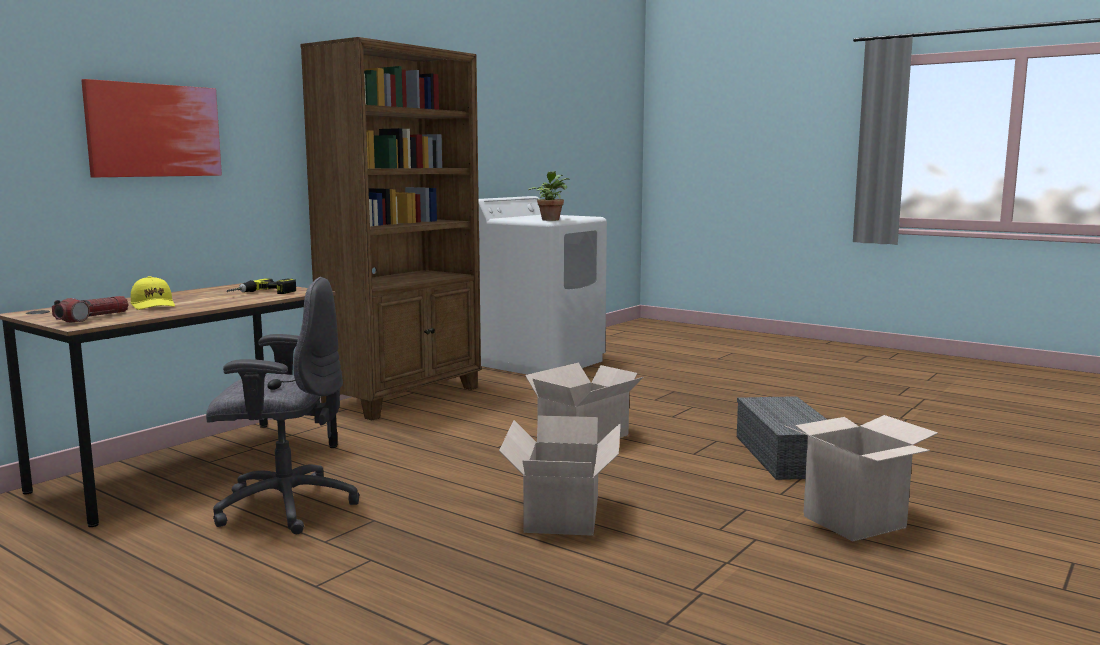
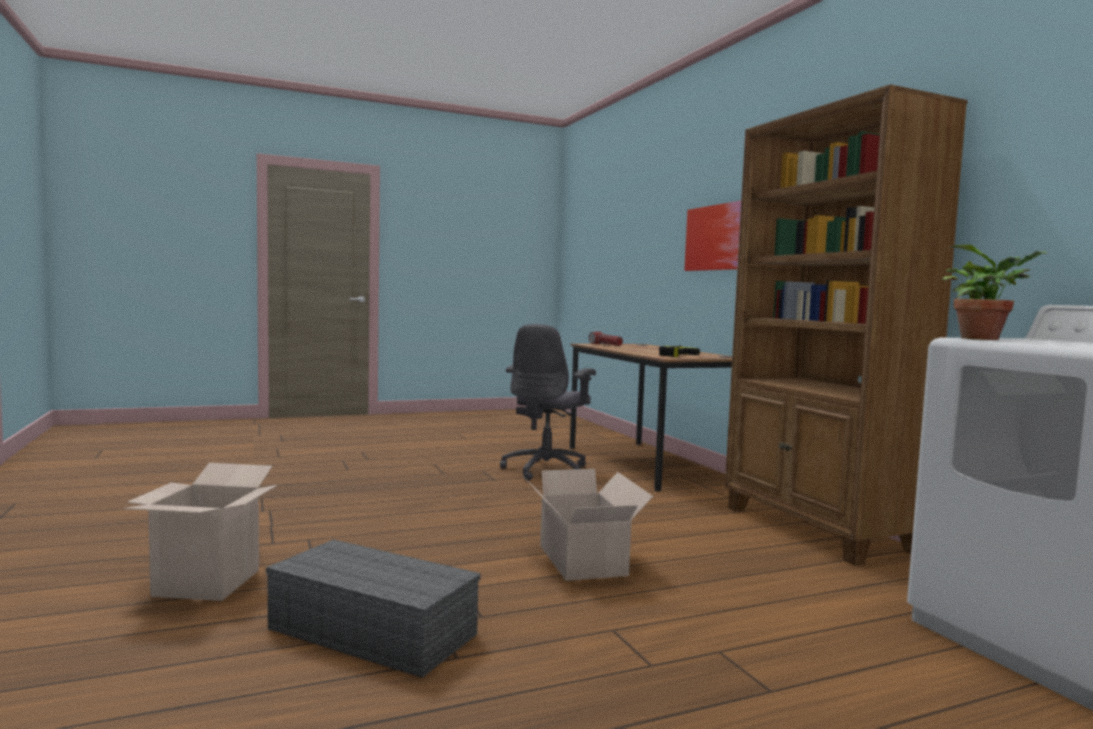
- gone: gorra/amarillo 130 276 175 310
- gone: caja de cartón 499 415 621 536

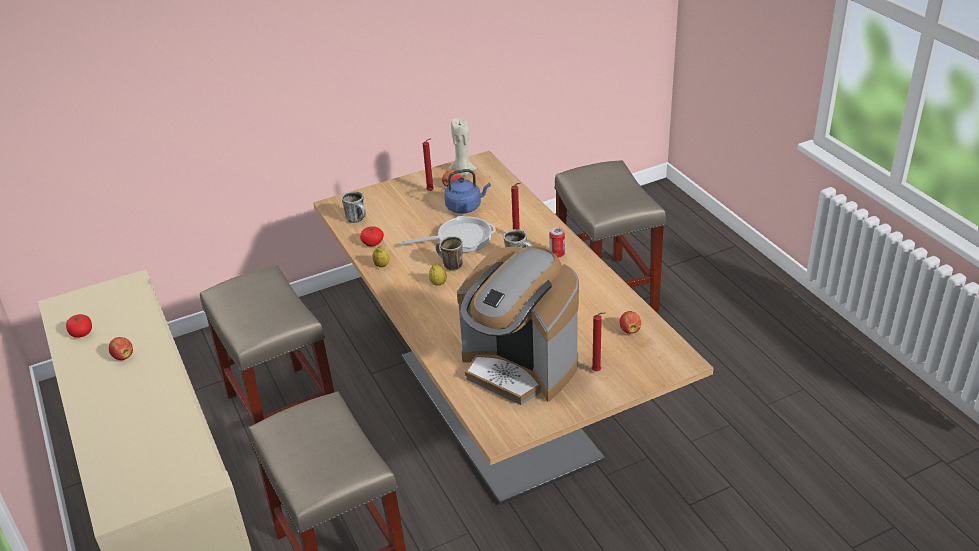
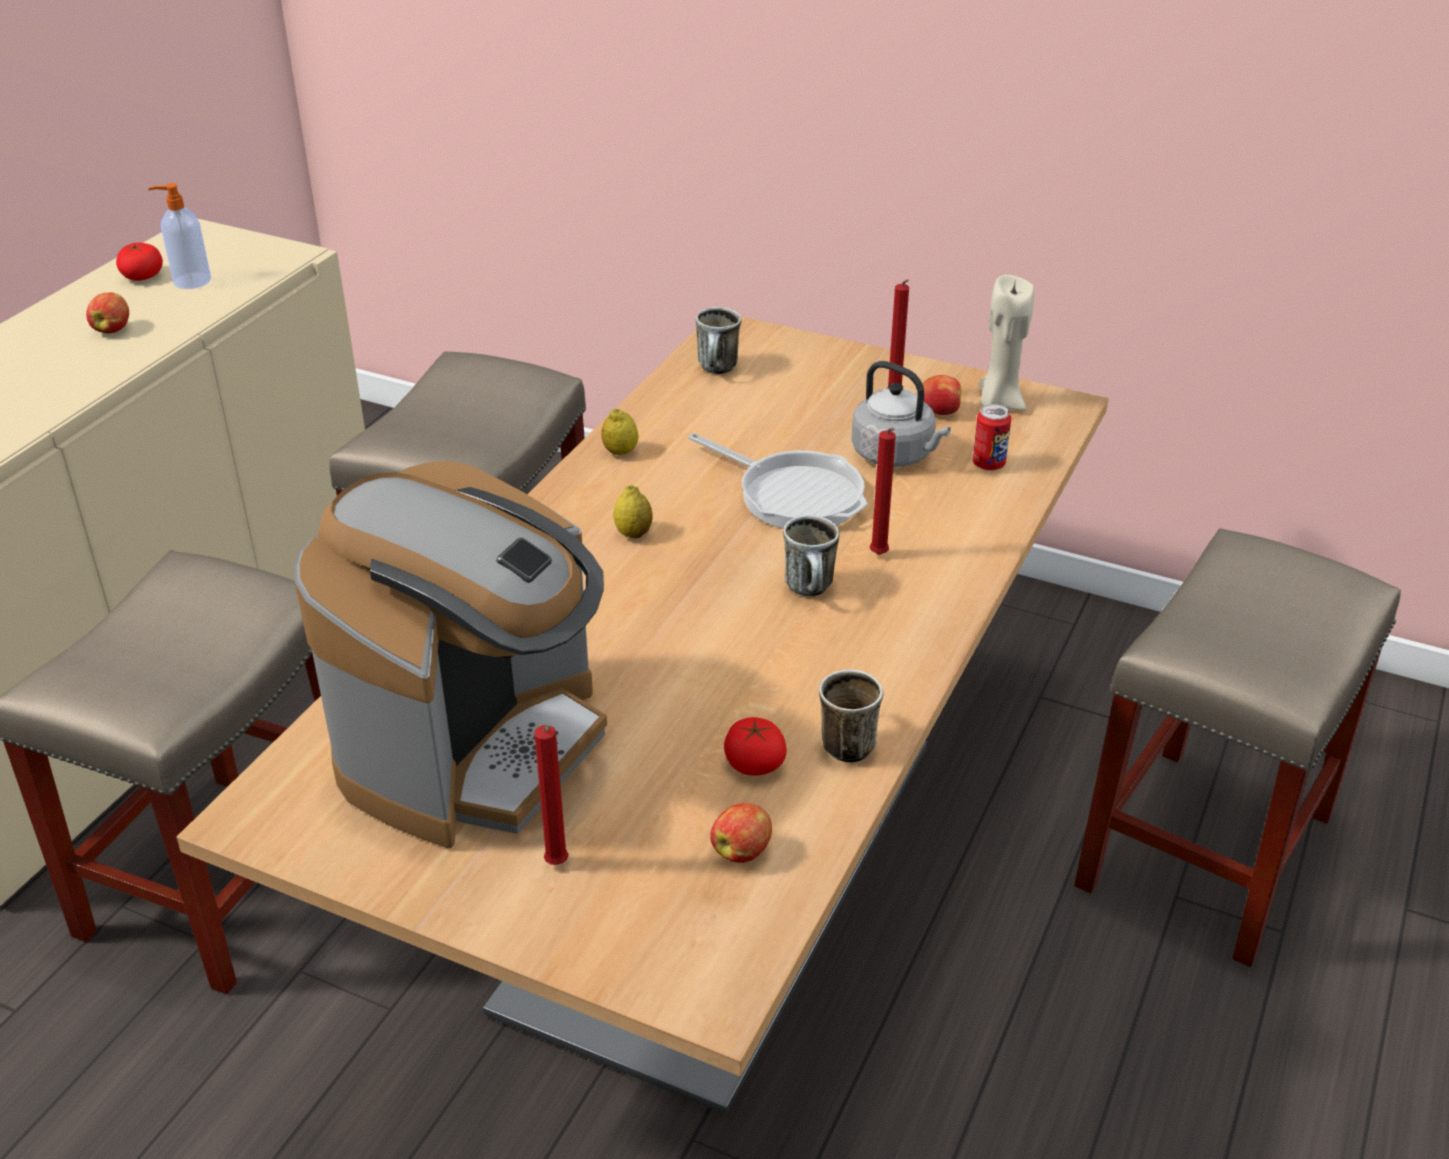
- new: dispensador de jabón 148 183 211 289
- shifted: tomate 360 226 384 246 to 724 717 787 776
- shifted: taza grande 436 236 463 271 to 819 670 883 763
- shifted: lata 549 227 565 258 to 973 404 1011 471
- repainted: hervidor/azul 444 169 491 214 to hervidor/gris 851 361 951 467
- rotated: cafetera 457 246 579 405 = 294 461 607 848 150 degrees counterclockwise

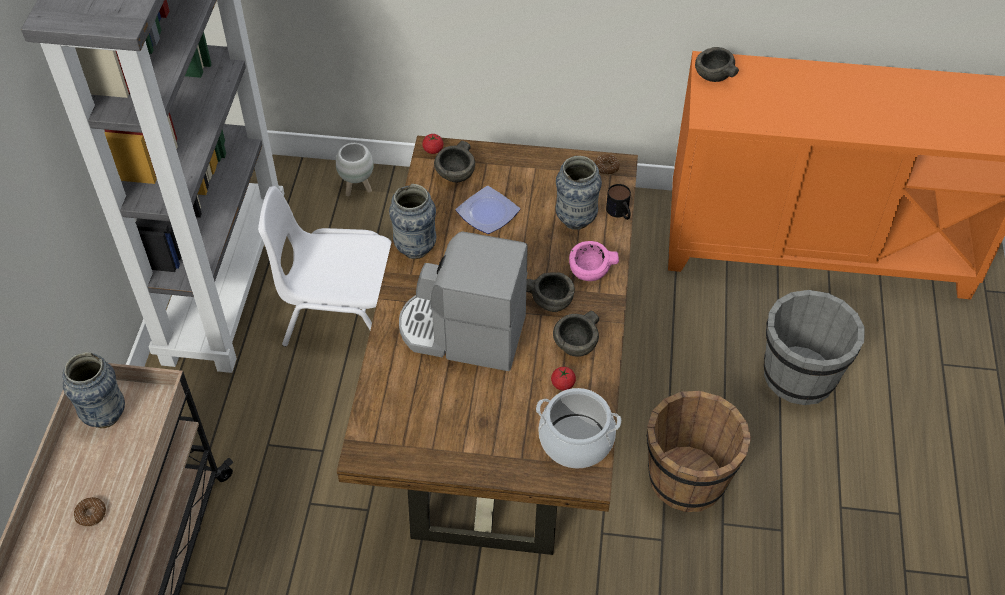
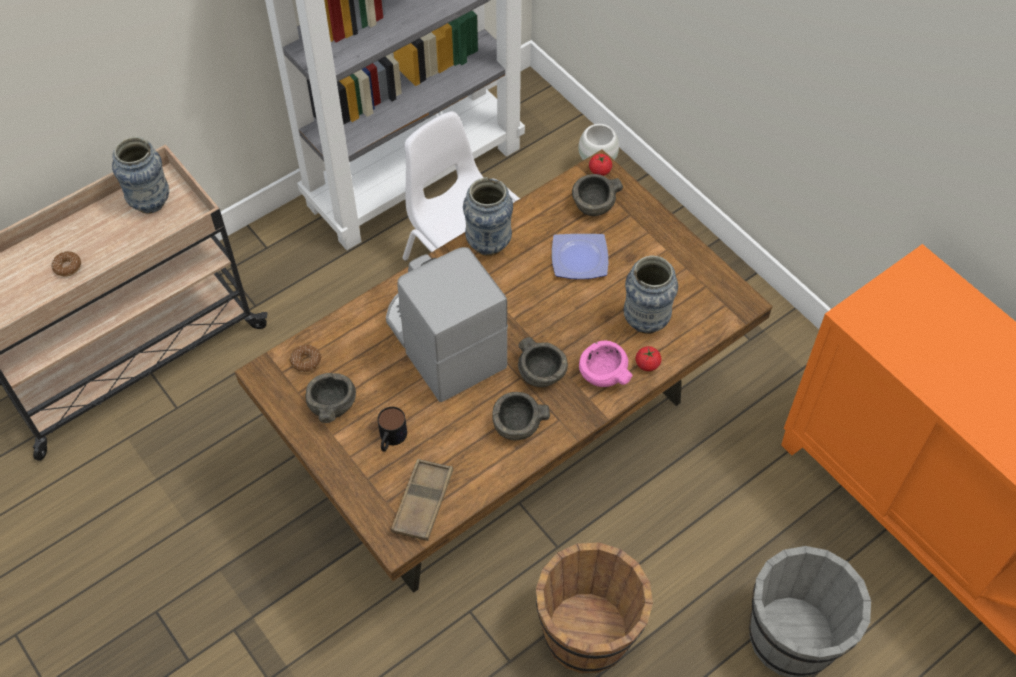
- shifted: tomate 551 367 576 390 to 635 346 661 371
- shifted: rosquilla 595 154 620 175 to 290 345 321 372
- shifted: taza grande 606 184 631 220 to 378 407 407 452
- shifted: cuenco/gris 695 47 739 82 to 305 373 356 423
- swapped: olla 536 388 621 468 to bandeja/marrón 391 459 453 541

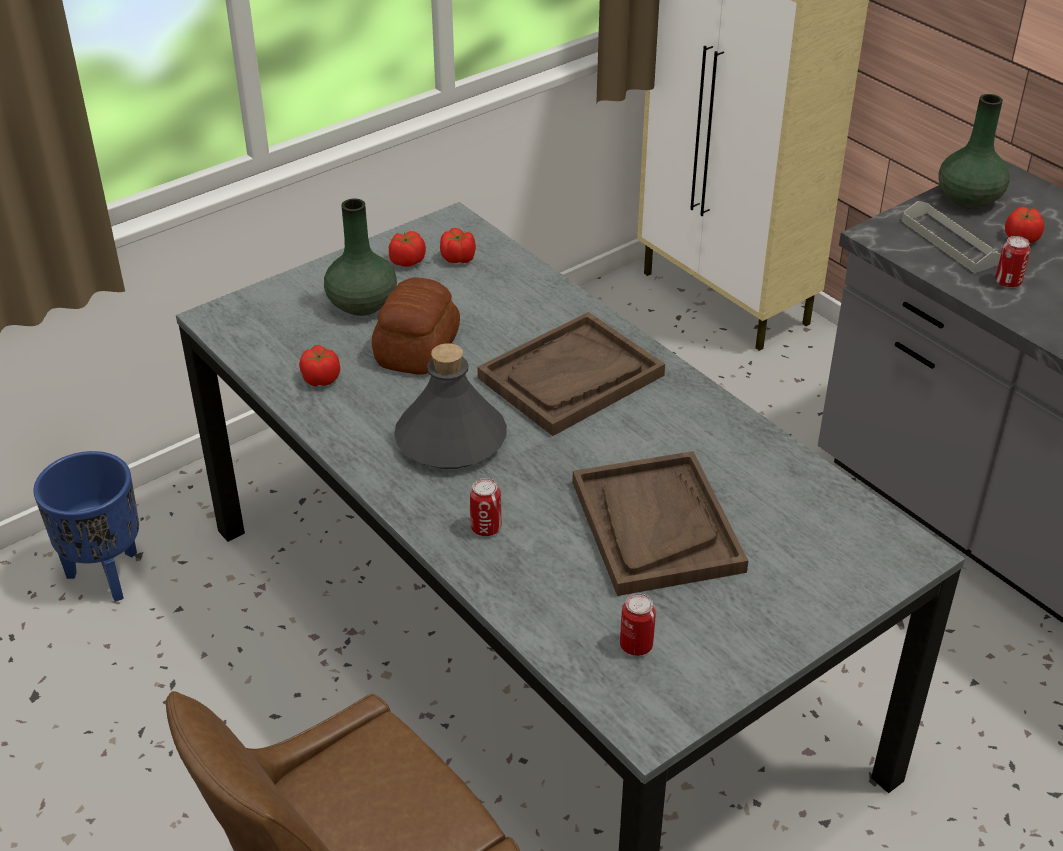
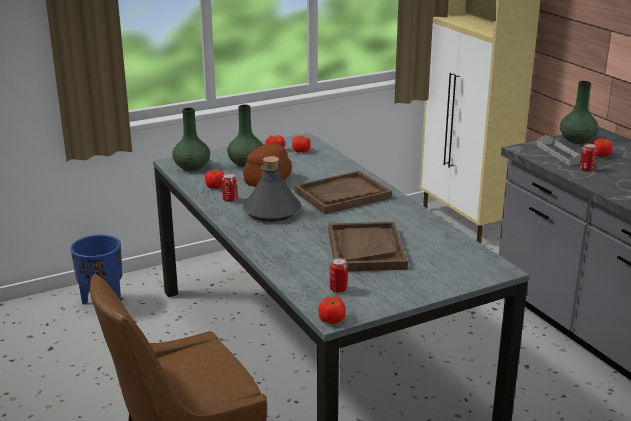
- new: florero/verde 172 108 210 171
- new: tomate 318 296 346 324
- shifted: lata 470 478 502 536 to 222 173 237 202

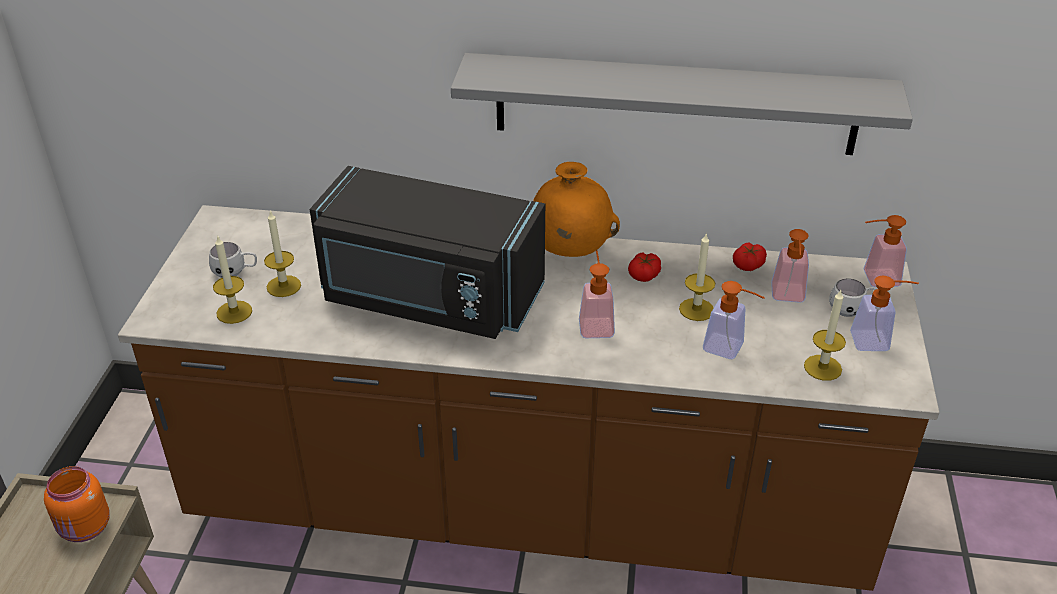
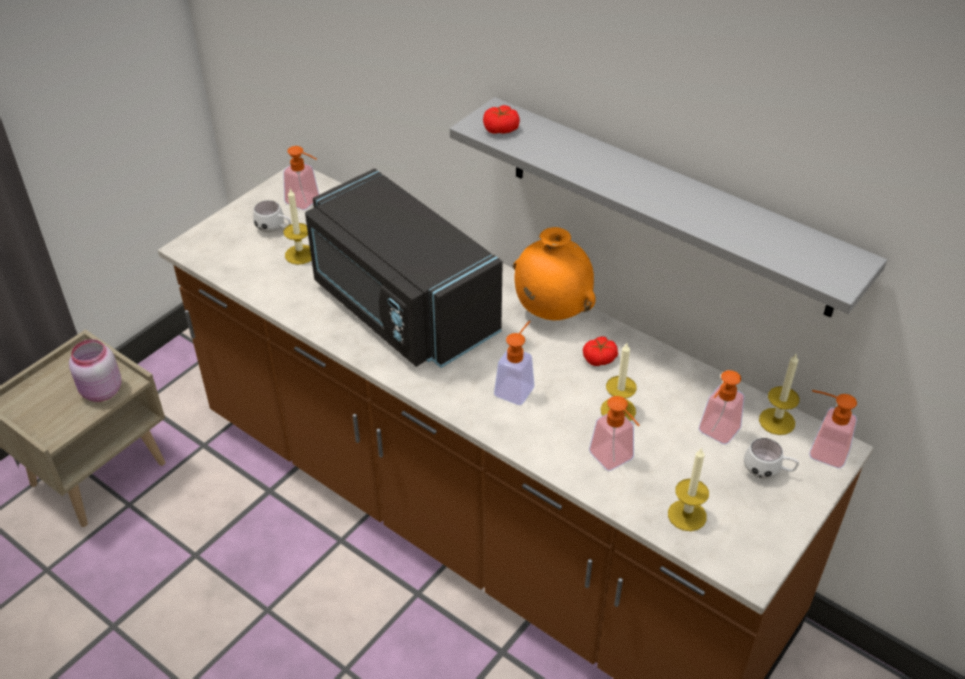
- shifted: vela 213 235 252 324 to 759 354 800 435
- shifted: tomate 733 243 767 271 to 483 105 520 134
- shifted: dispensador de jabón 850 276 919 351 to 283 146 319 210
- repainted: tarro/naranja 44 466 109 542 to tarro/rosa 69 339 121 402

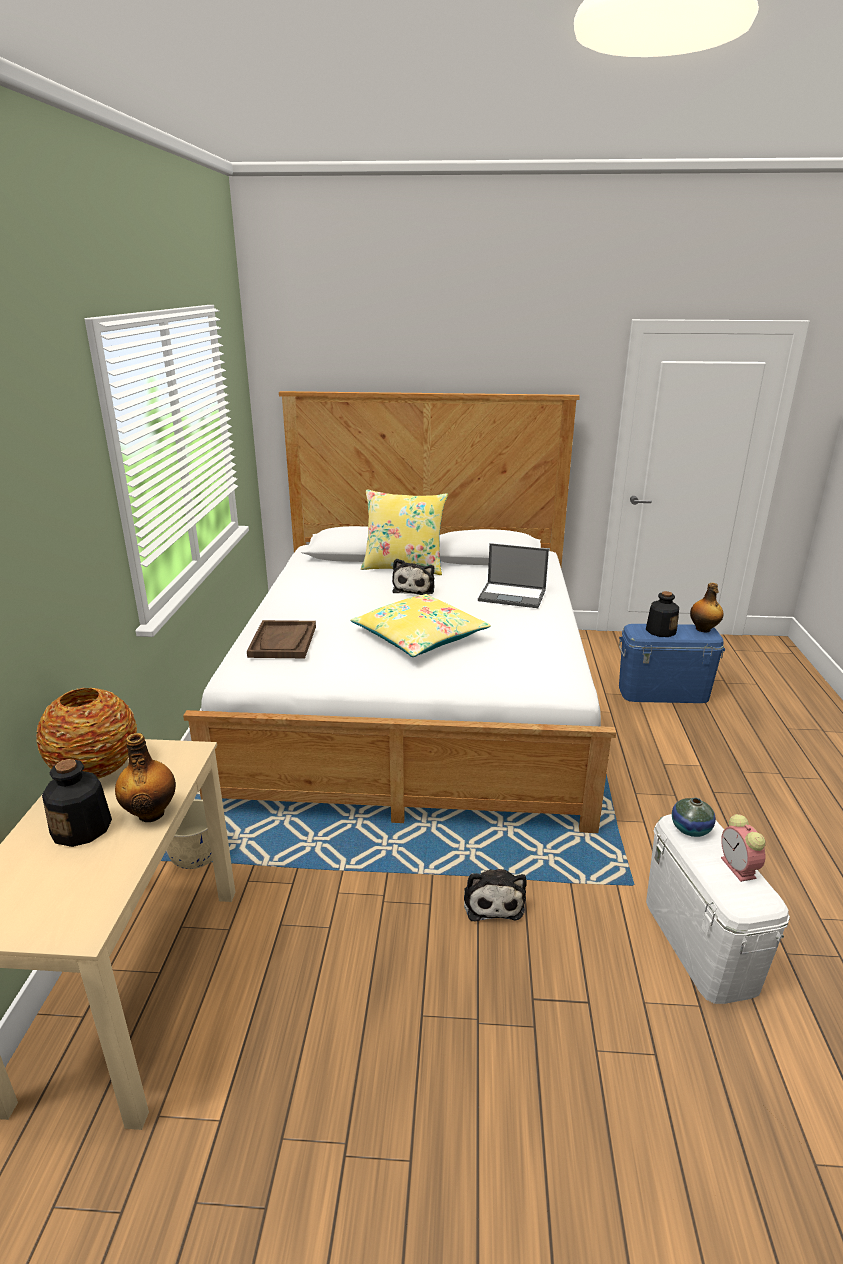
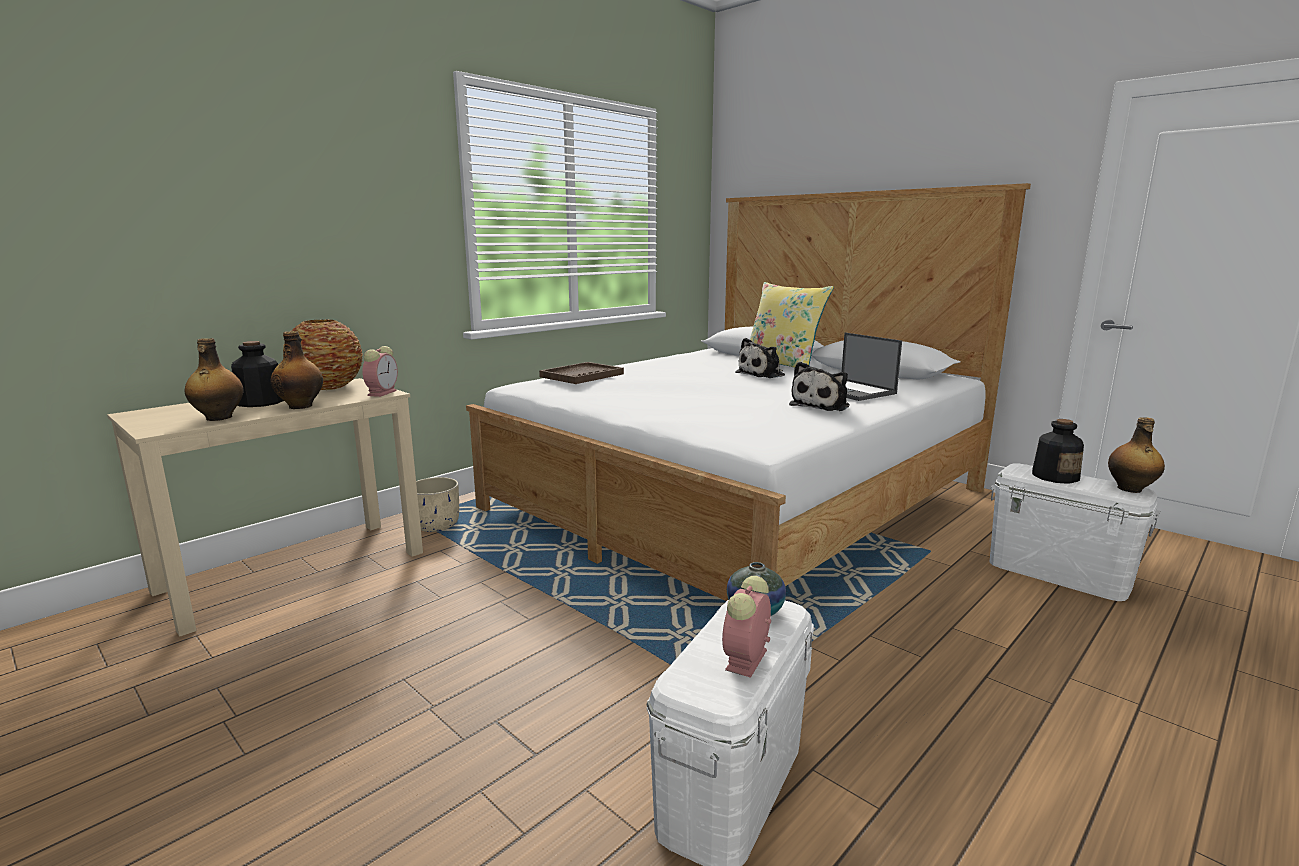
- gone: cojín/amarillo 350 594 491 657
- new: botella 184 338 244 421
- new: despertador 362 346 398 397
- shifted: peluche 464 869 527 921 to 789 362 850 411
- repainted: caja de almacenaje/azul 619 624 725 703 to caja de almacenaje/blanco 990 463 1160 601

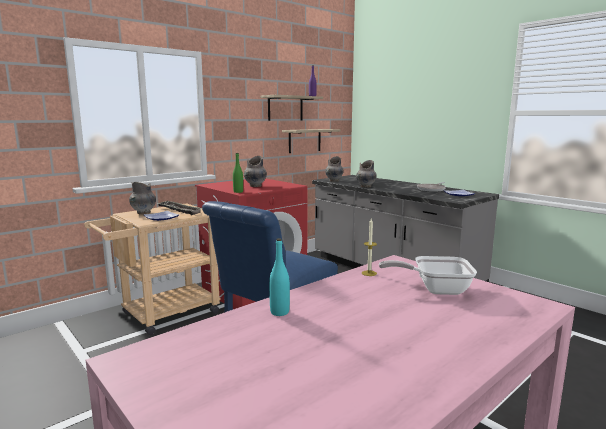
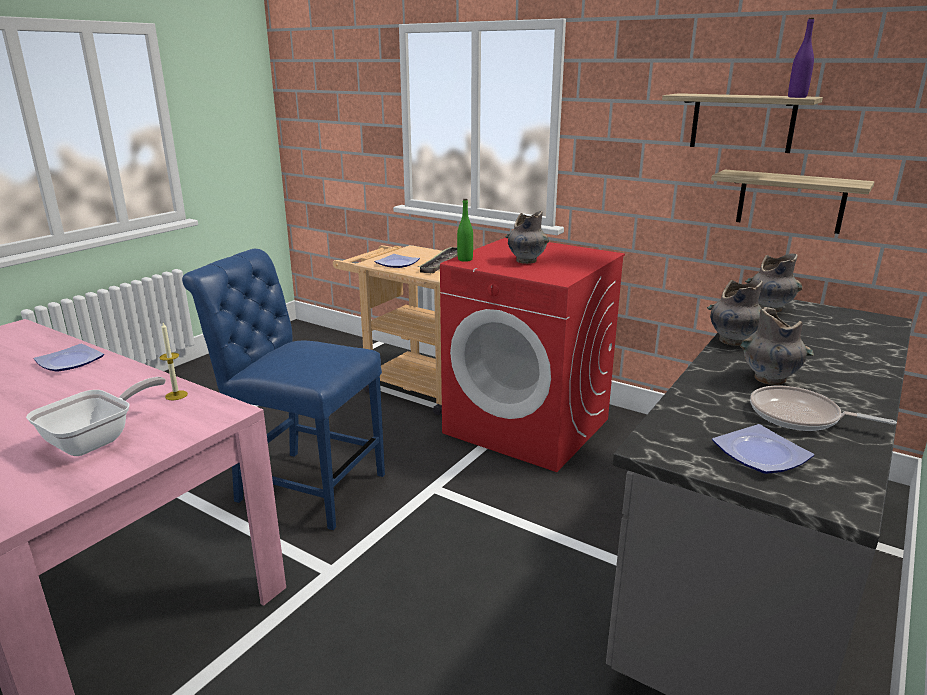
- shifted: florero/gris 129 182 156 214 to 740 307 814 385
- swapped: botella/turquesa 269 238 290 316 to plato 34 343 104 372
- rotated: sartén 379 256 477 295 = 26 377 166 456 45 degrees clockwise

